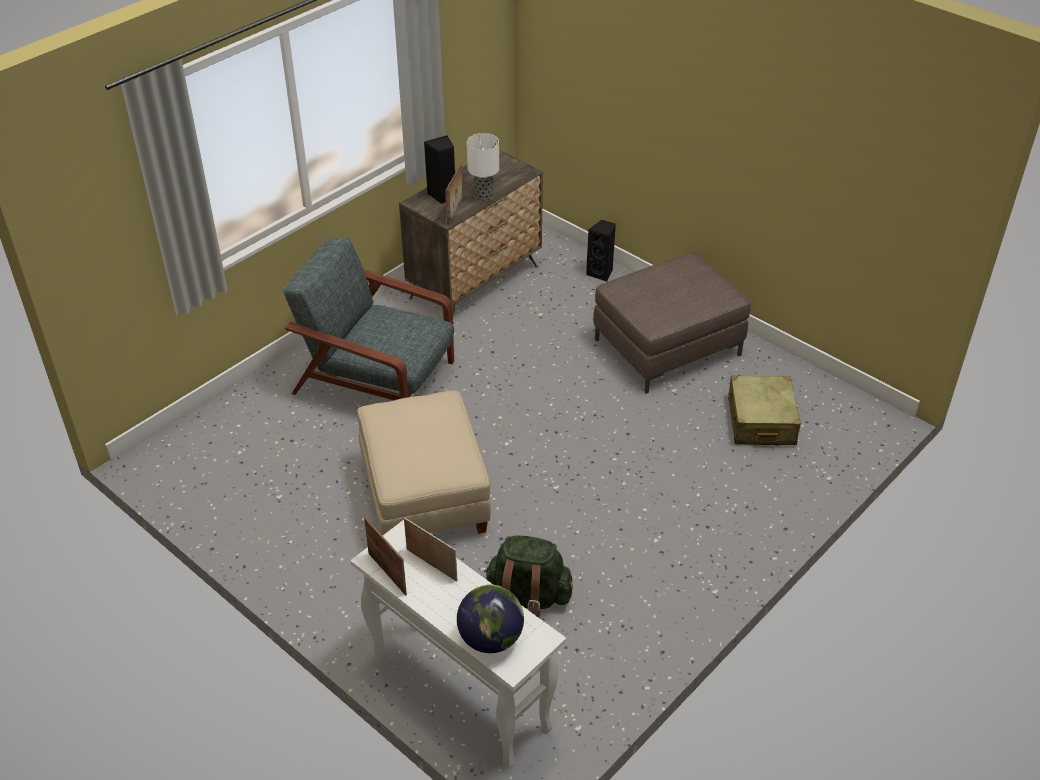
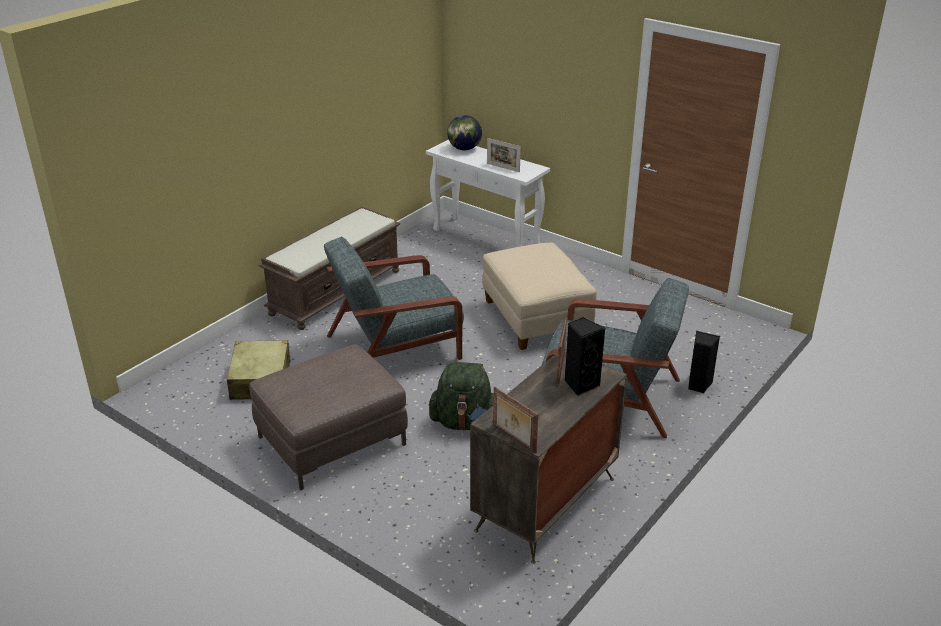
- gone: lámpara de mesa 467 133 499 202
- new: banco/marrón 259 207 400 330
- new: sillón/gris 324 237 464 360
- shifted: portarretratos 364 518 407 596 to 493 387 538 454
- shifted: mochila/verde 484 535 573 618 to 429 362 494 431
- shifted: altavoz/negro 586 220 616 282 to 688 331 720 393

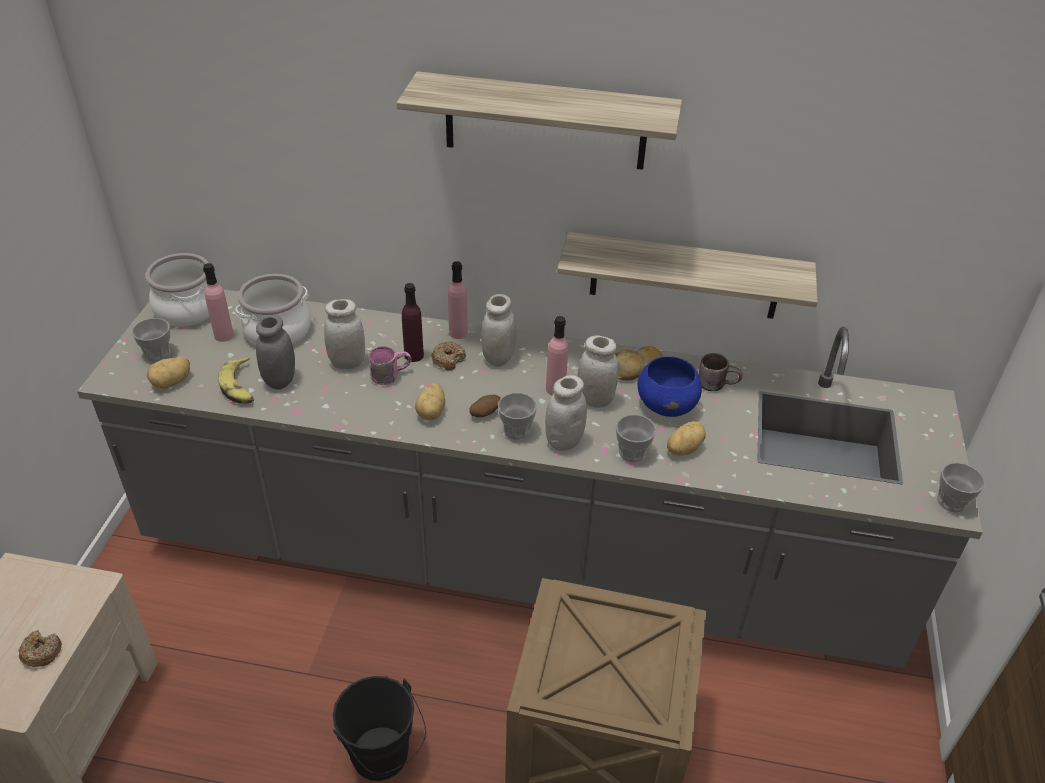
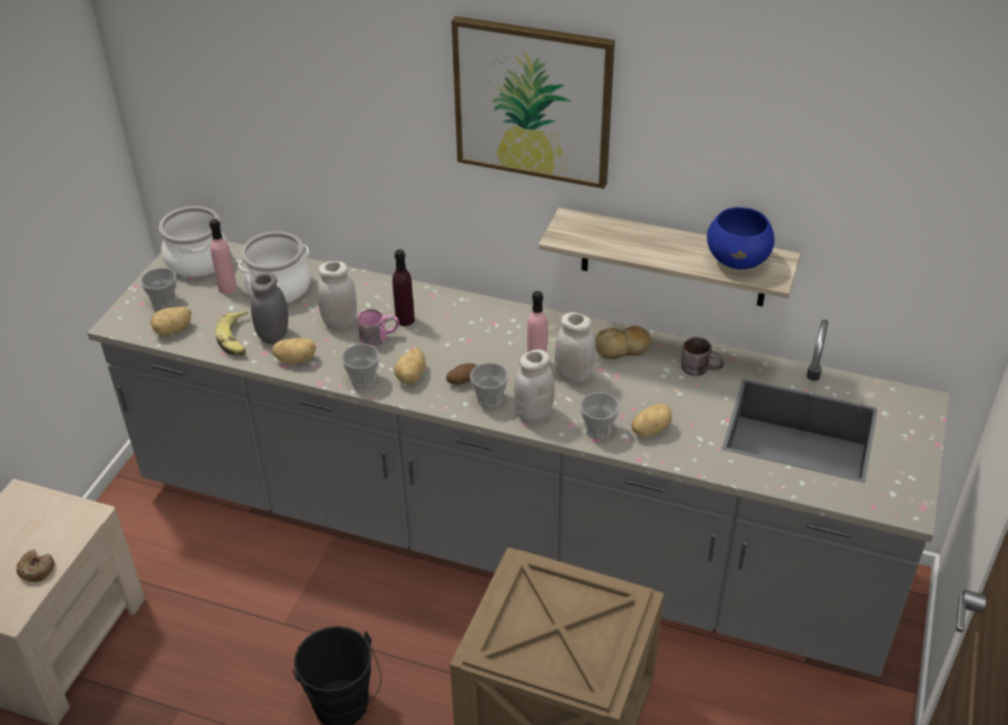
- gone: rosquilla 431 342 466 370
- gone: botella/rosa 448 261 468 339
- gone: tarro/blanco 481 294 516 367
- new: patata 272 338 316 364
- shifted: cuenco/azul 637 356 702 417 to 707 207 774 269
- shifted: taza 937 462 985 513 to 342 344 379 389
- swapped: estante 397 71 682 170 to cuadro 451 16 615 189

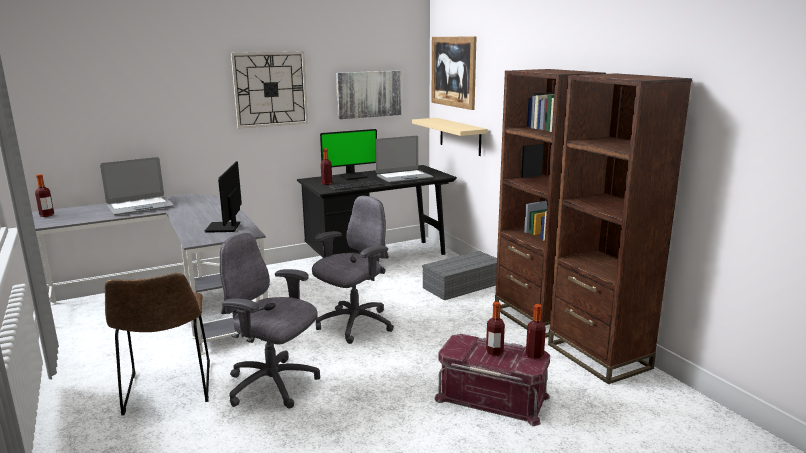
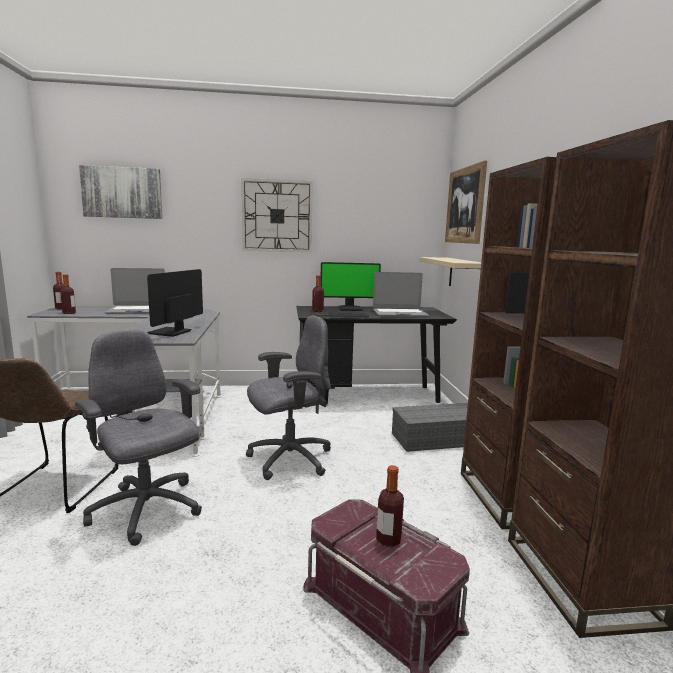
- shifted: cuadro 336 70 402 119 to 79 165 163 219
- shifted: botella 526 304 546 359 to 60 274 76 314

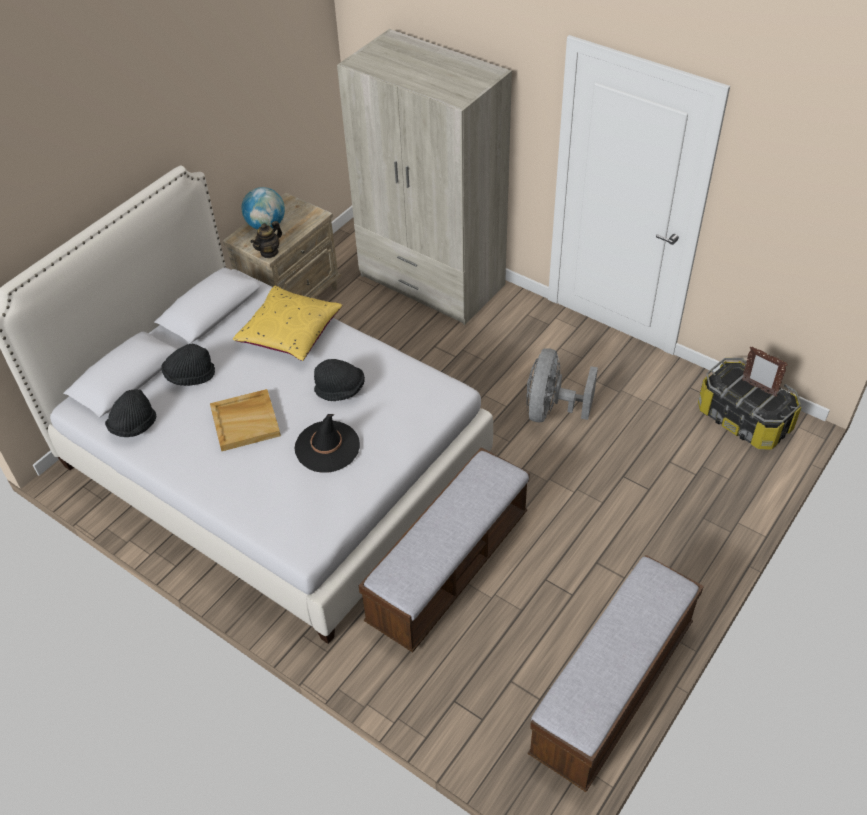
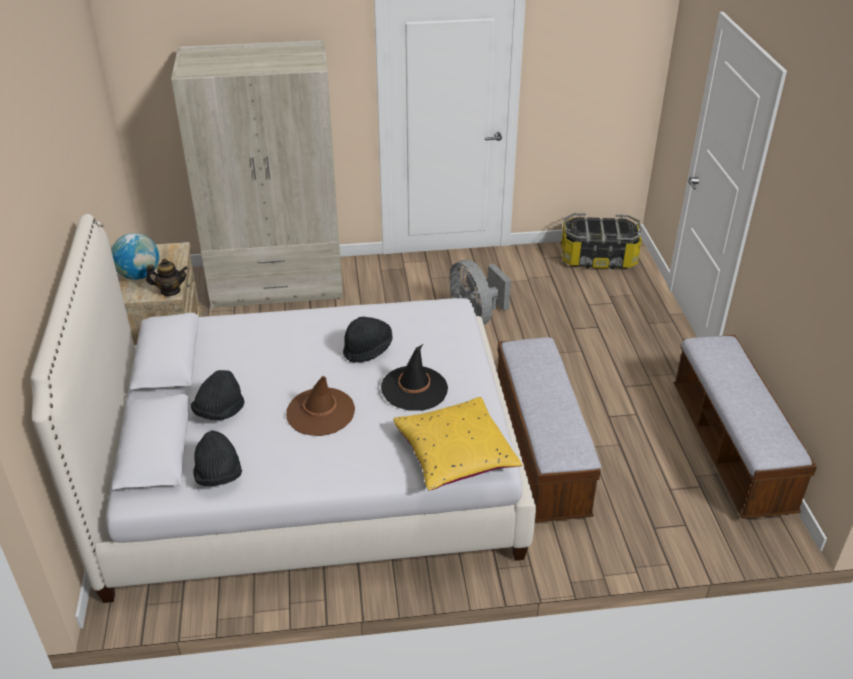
- gone: portarretratos 742 346 788 397
- shifted: cojín/amarillo 233 286 343 361 to 393 397 522 491
- swapped: bandeja/beis 210 389 281 451 to sombrero/marrón 286 376 355 436
- rotated: tetera 251 221 282 258 = 146 258 188 296 90 degrees counterclockwise

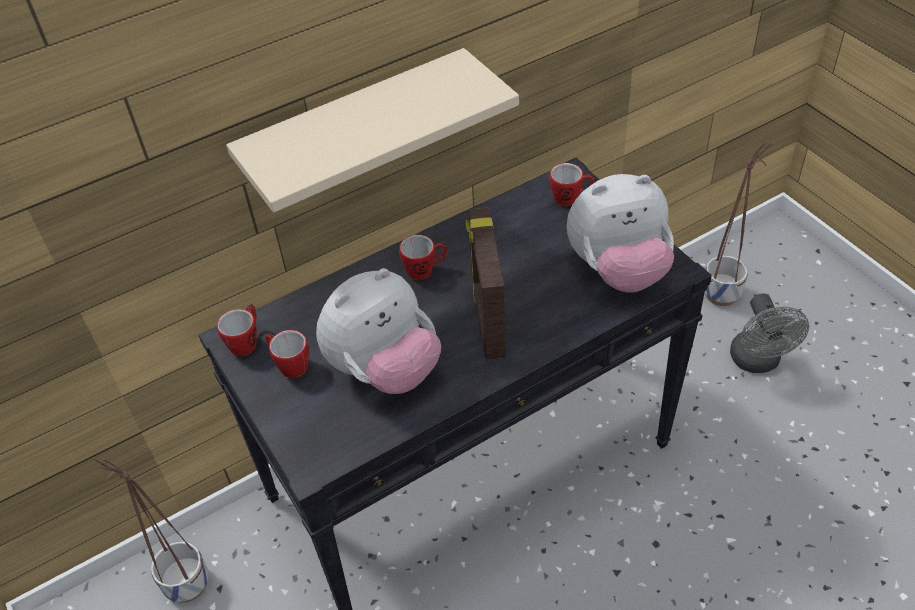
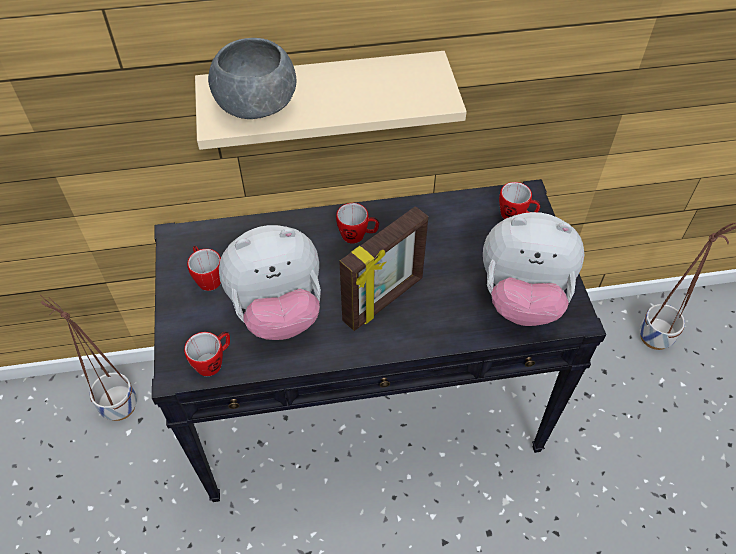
- gone: ventilador/gris 730 293 809 373
- new: cuenco/gris 208 38 296 119
- shifted: taza grande 217 304 257 356 to 184 332 230 376
- rotated: portarretratos 466 207 506 360 = 339 206 429 331 150 degrees counterclockwise

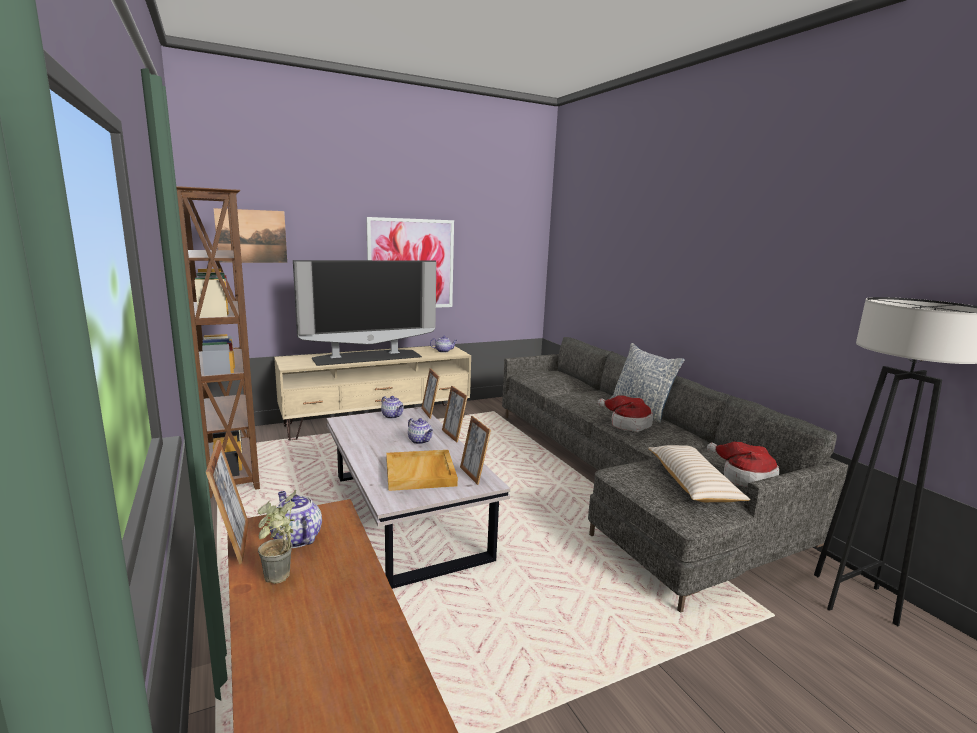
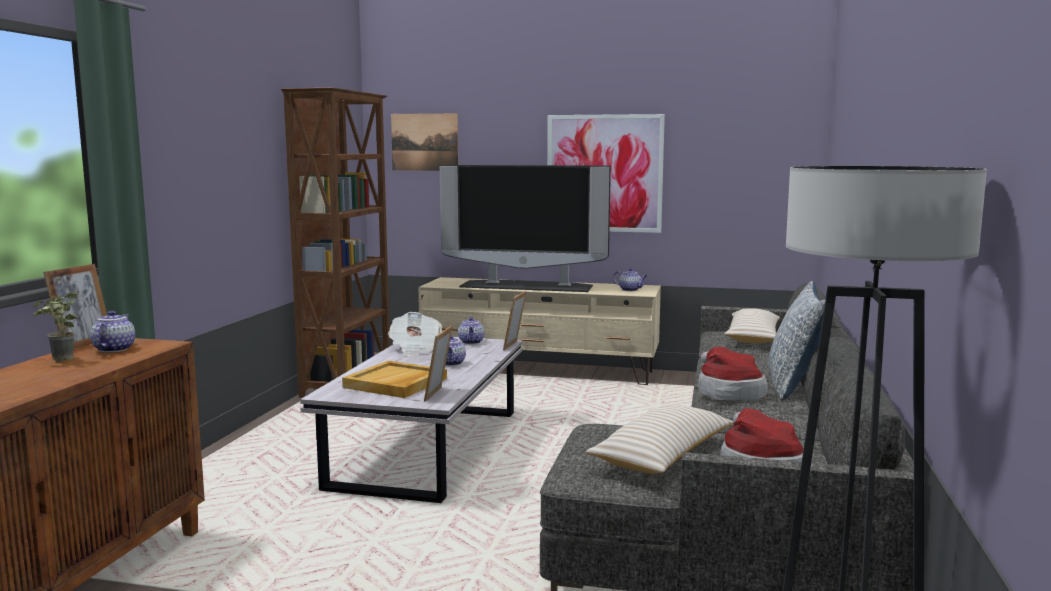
- gone: portarretratos 442 386 468 443
- new: periódico 388 312 442 356
- new: cojín/beis 724 309 780 343

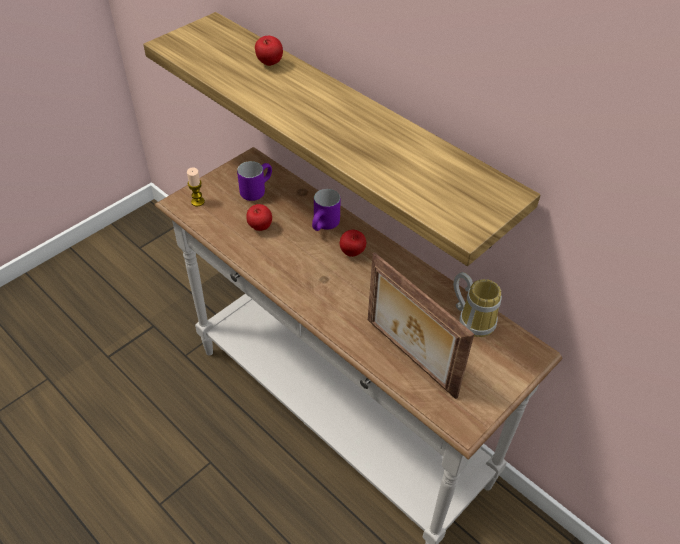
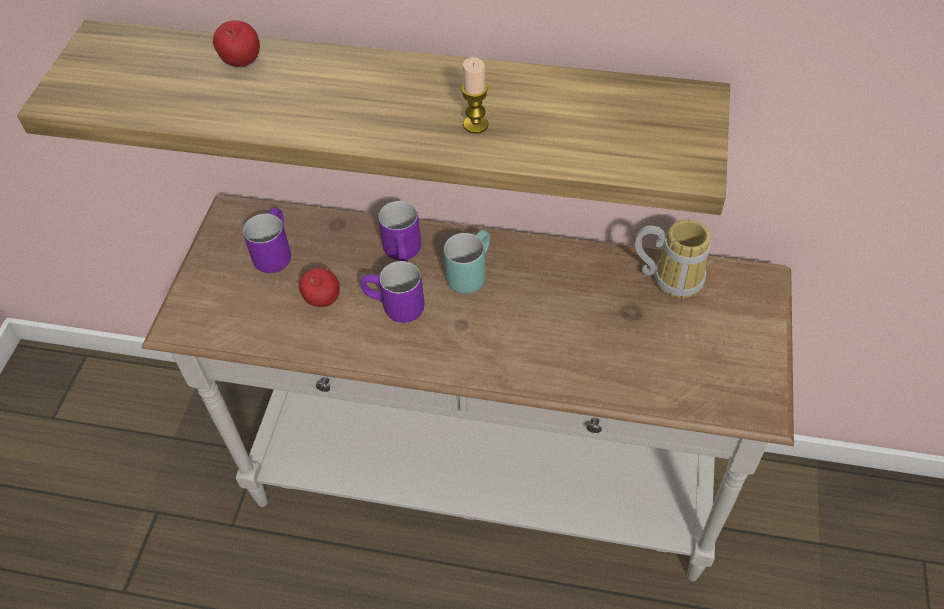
- gone: portarretratos 368 252 474 399
- new: taza grande/morado 360 261 424 323
- shifted: vela 187 167 205 206 to 461 57 489 134
- swapped: manzana 340 230 366 257 to taza grande/turquesa 444 230 490 294

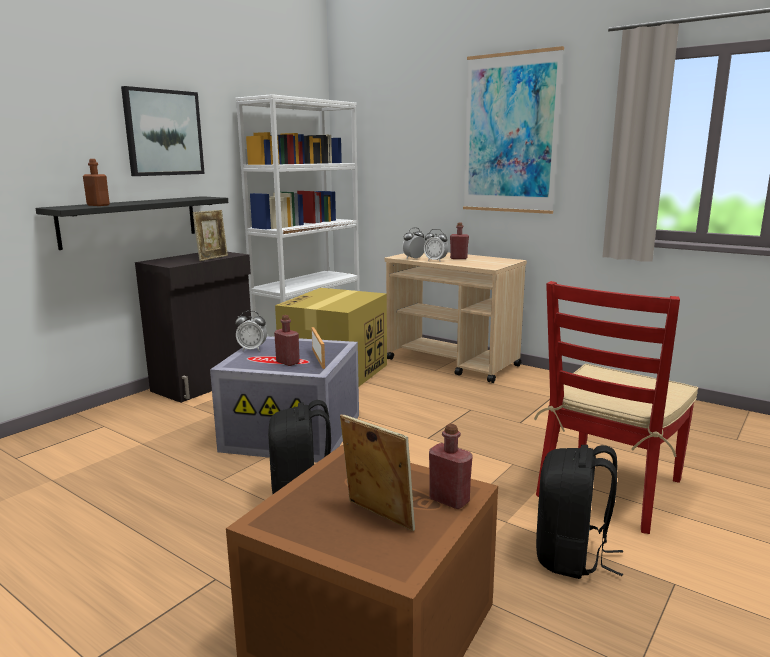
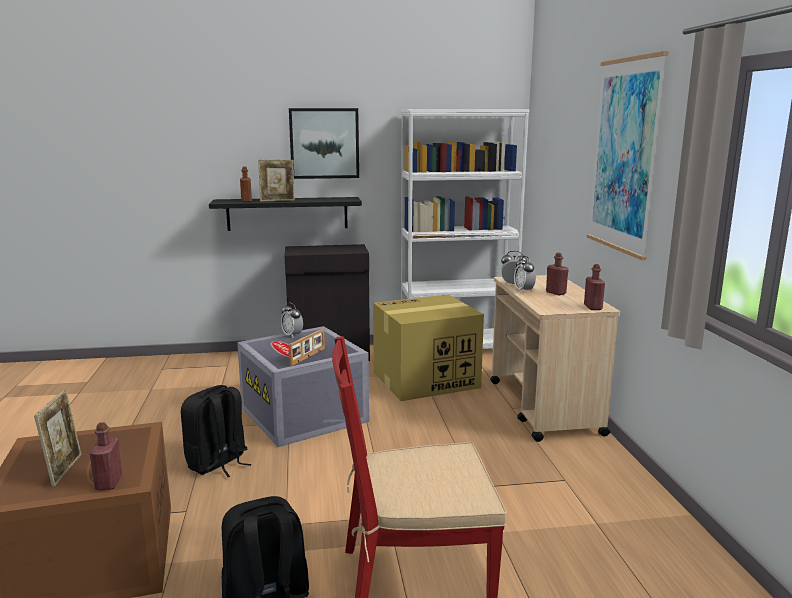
- shifted: portarretratos 193 210 228 261 to 258 159 295 202
- shifted: botella/rojo 274 315 300 366 to 584 264 605 310

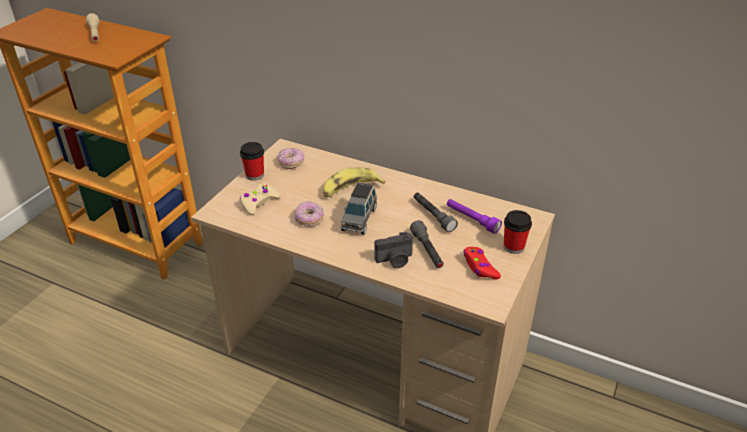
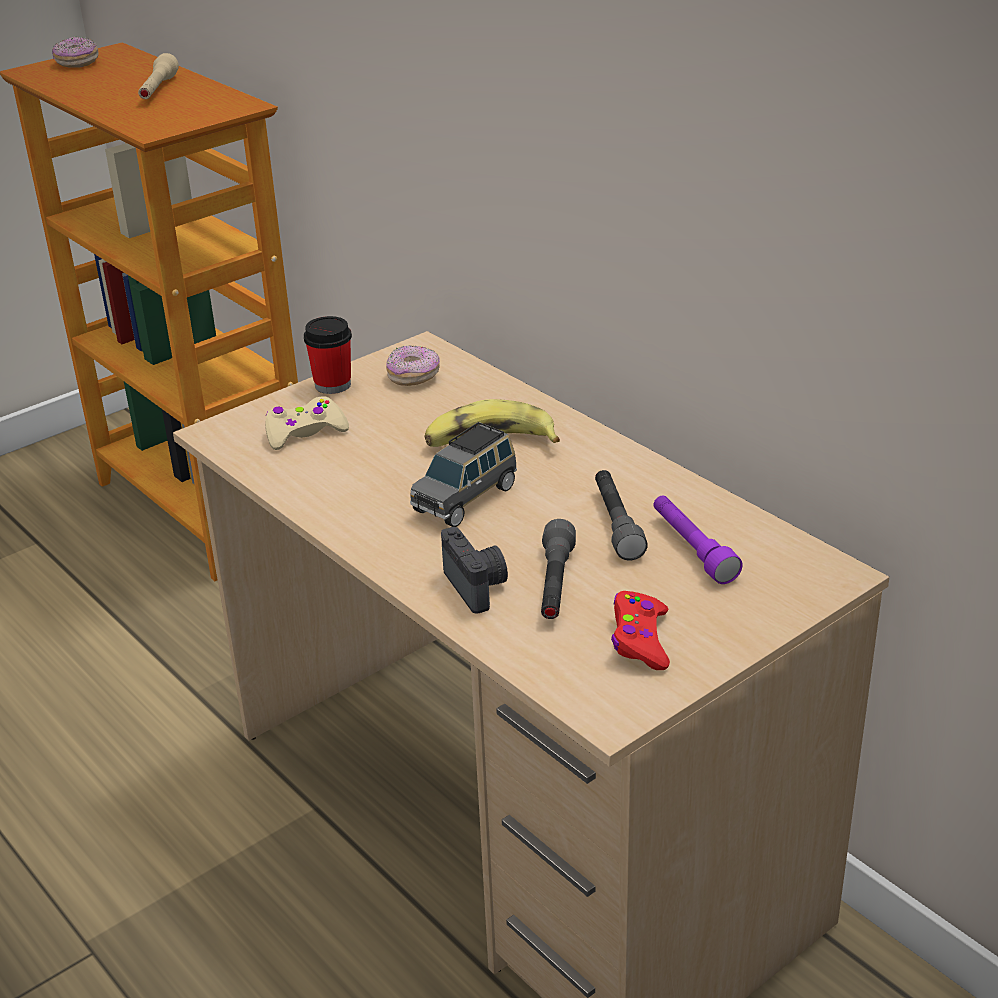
- gone: taza 504 210 532 254
- shifted: rosquilla 295 201 324 227 to 52 37 99 67
- rotated: cámara 374 232 413 268 = 441 527 508 614 120 degrees counterclockwise

